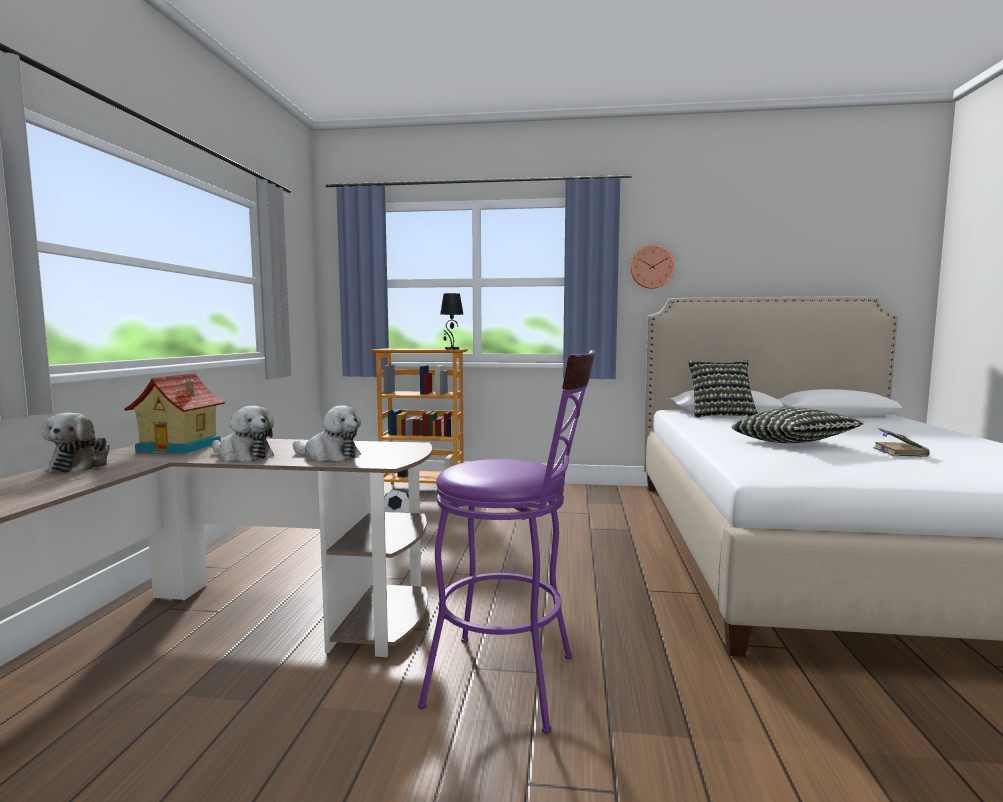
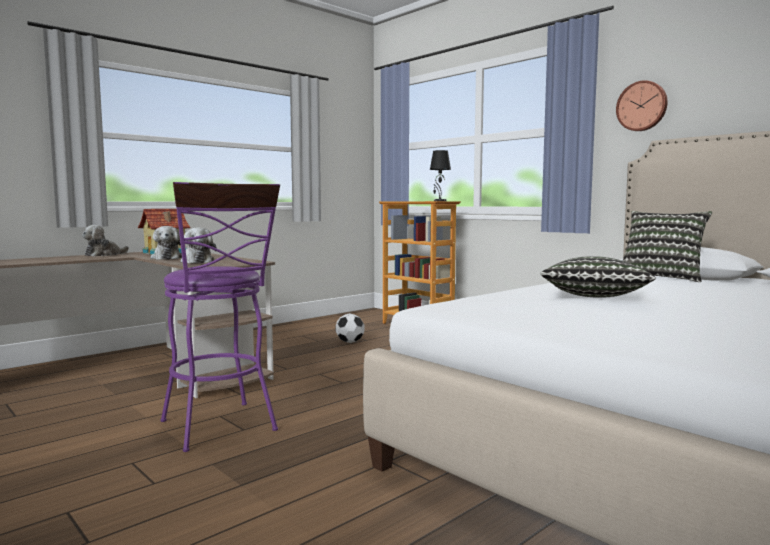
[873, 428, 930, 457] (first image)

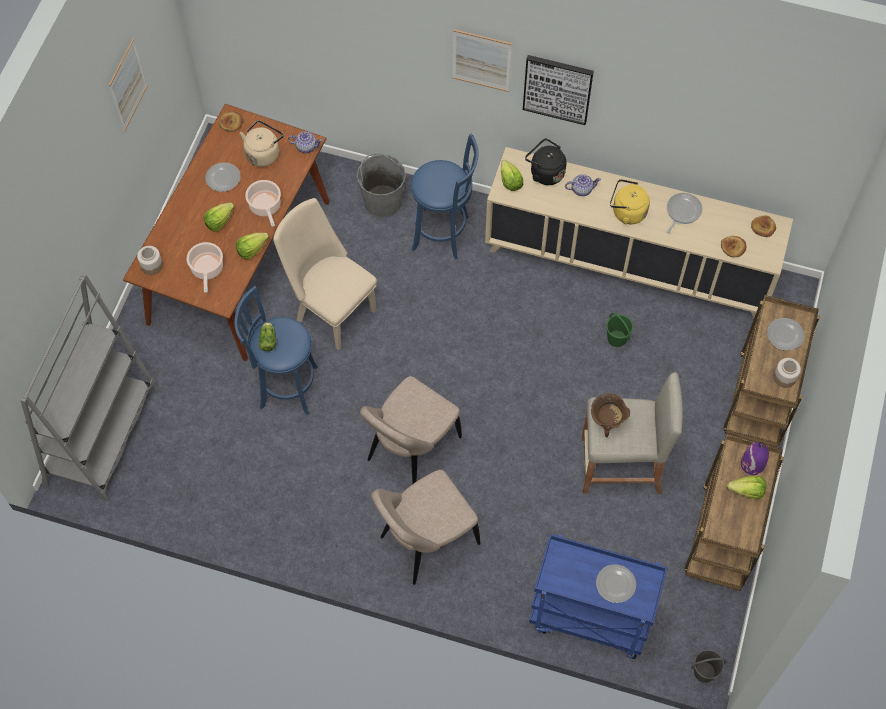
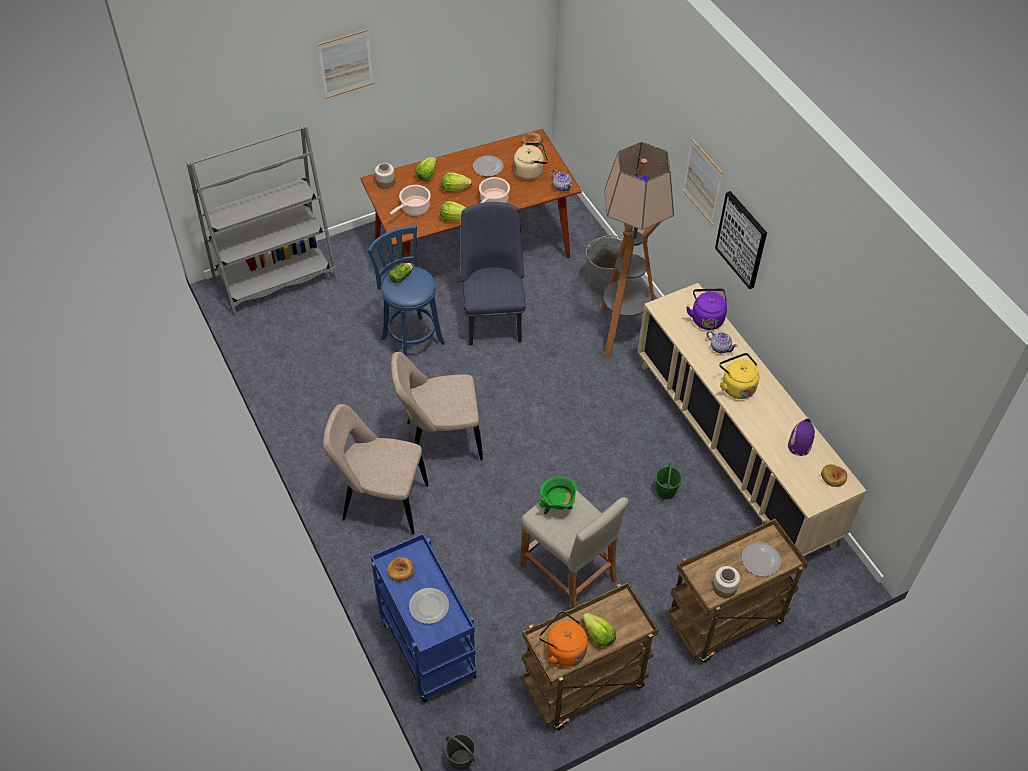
[318, 29, 374, 99]
[600, 142, 674, 358]
[686, 289, 727, 330]
[415, 157, 437, 182]
[667, 193, 702, 233] (first image)
[460, 202, 526, 345]
[387, 557, 414, 581]
[539, 476, 577, 514]
[788, 419, 815, 456]
[539, 611, 588, 667]

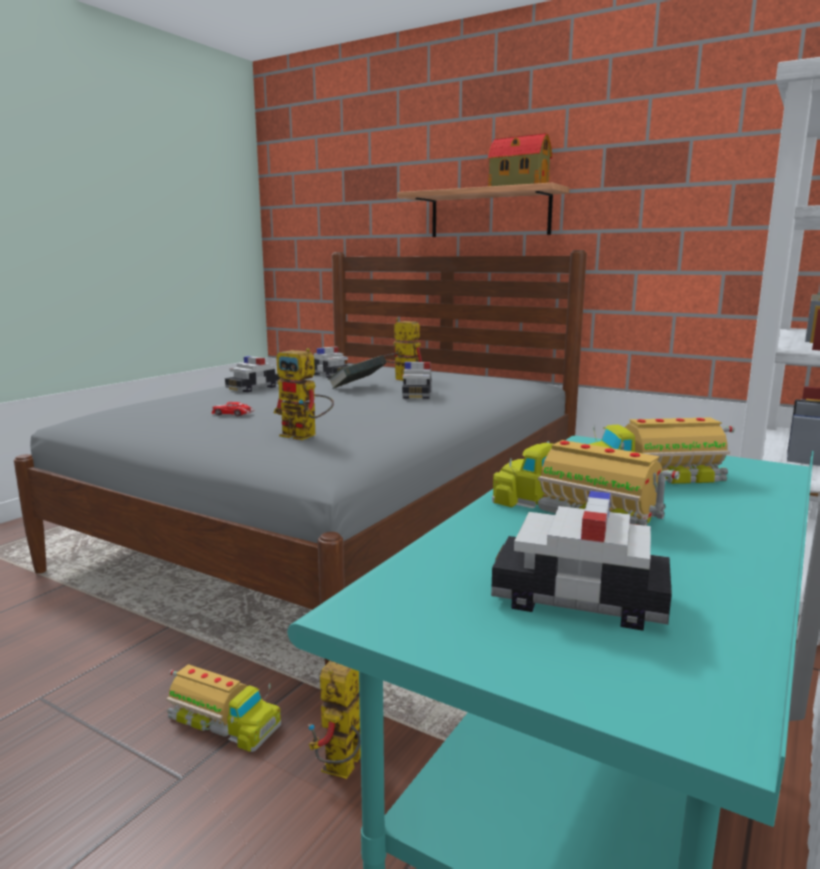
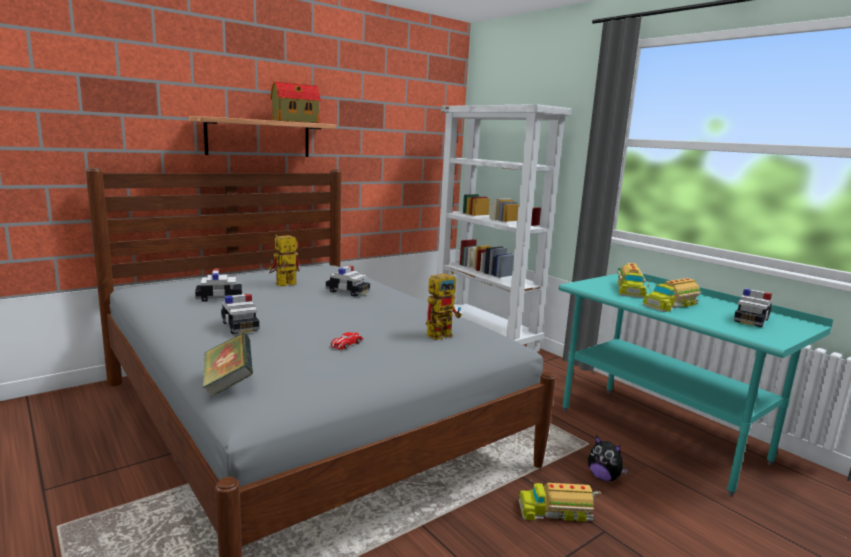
[203, 333, 253, 397]
[588, 436, 628, 481]
[519, 483, 601, 522]

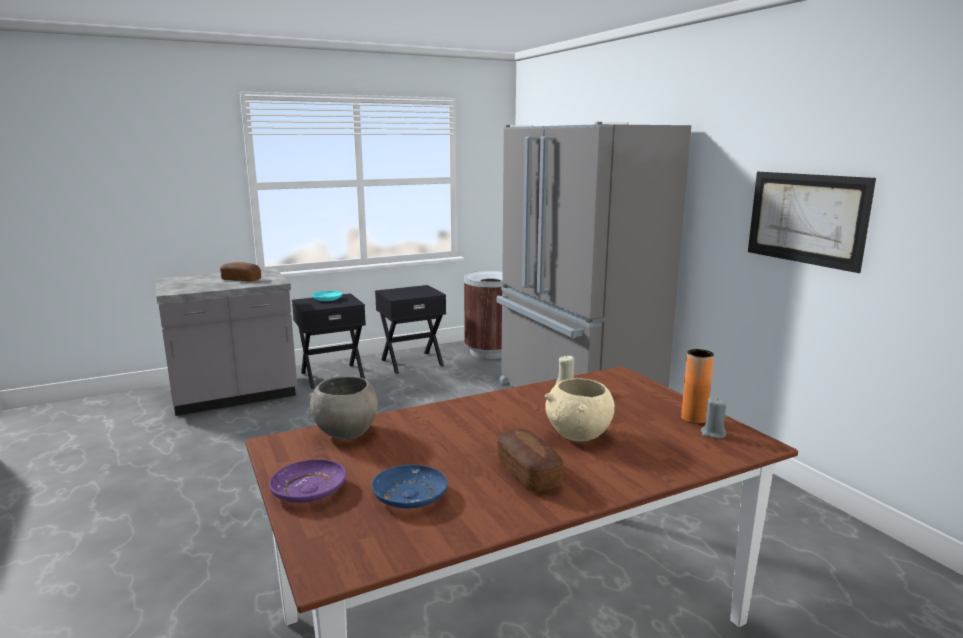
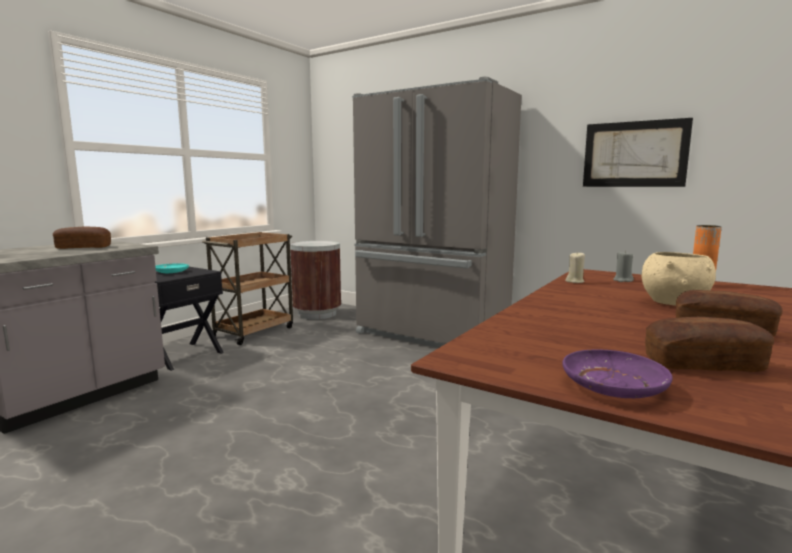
[202, 232, 293, 345]
[309, 376, 378, 440] (first image)
[613, 251, 634, 282]
[645, 317, 774, 372]

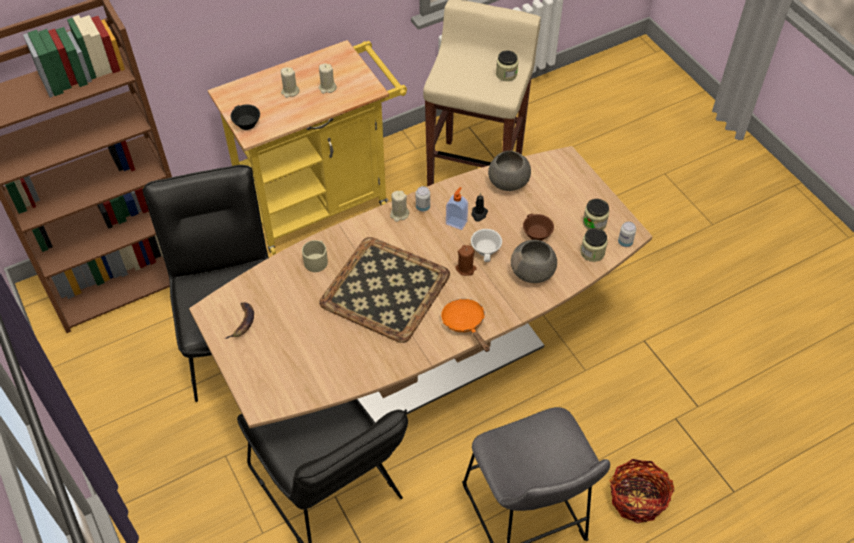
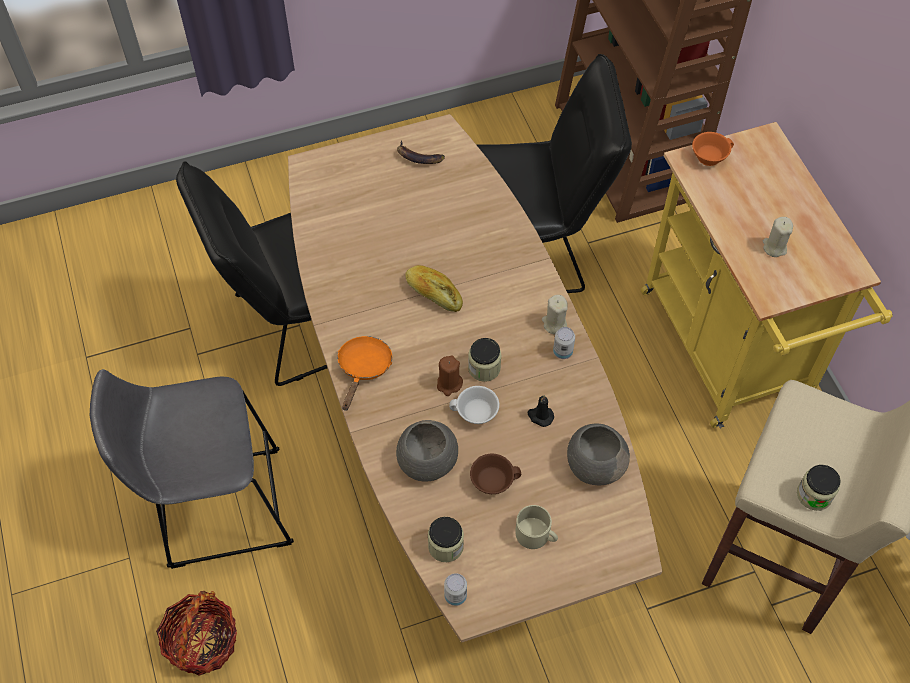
[281, 67, 299, 98] (first image)
[692, 132, 734, 166]
[446, 187, 468, 230] (first image)
[468, 338, 502, 382]
[405, 265, 463, 312]
[515, 505, 558, 549]
[338, 336, 392, 411]

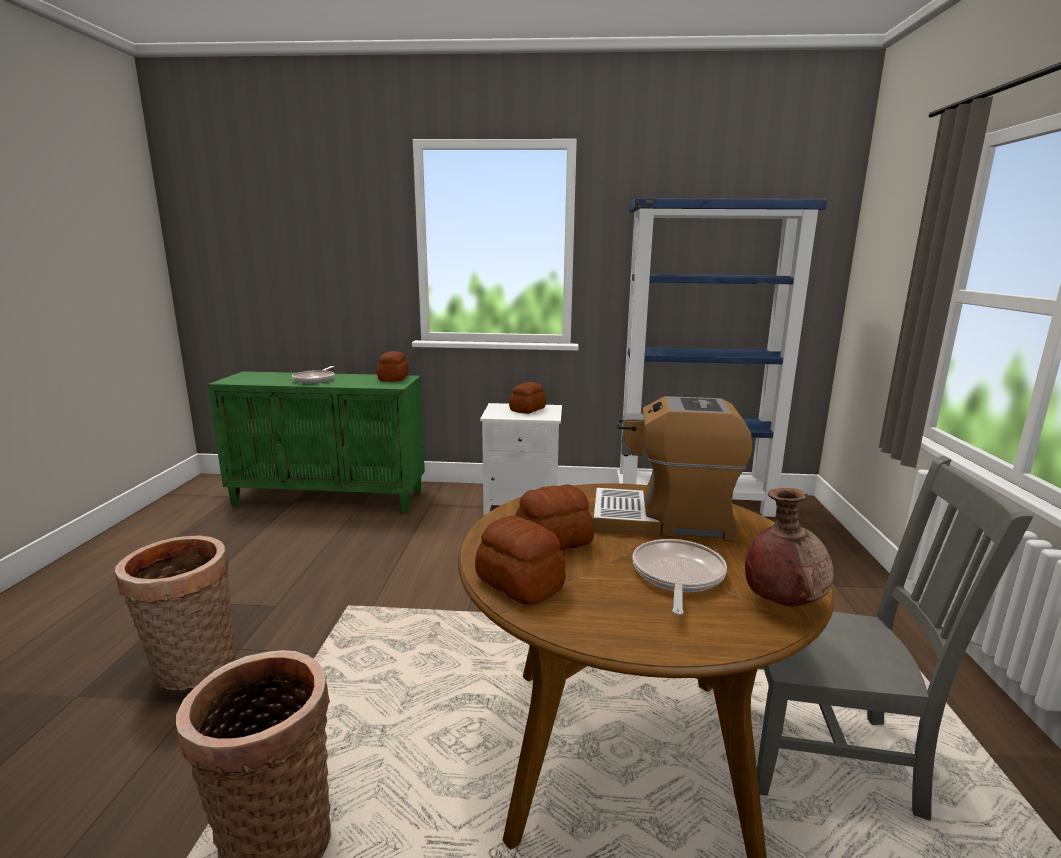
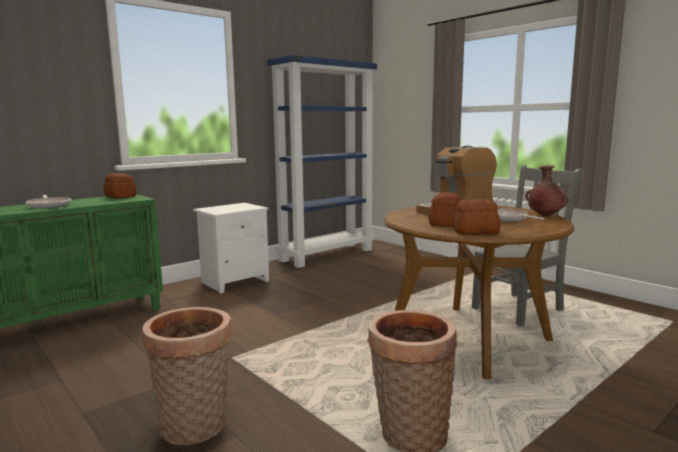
[509, 382, 546, 414] (first image)

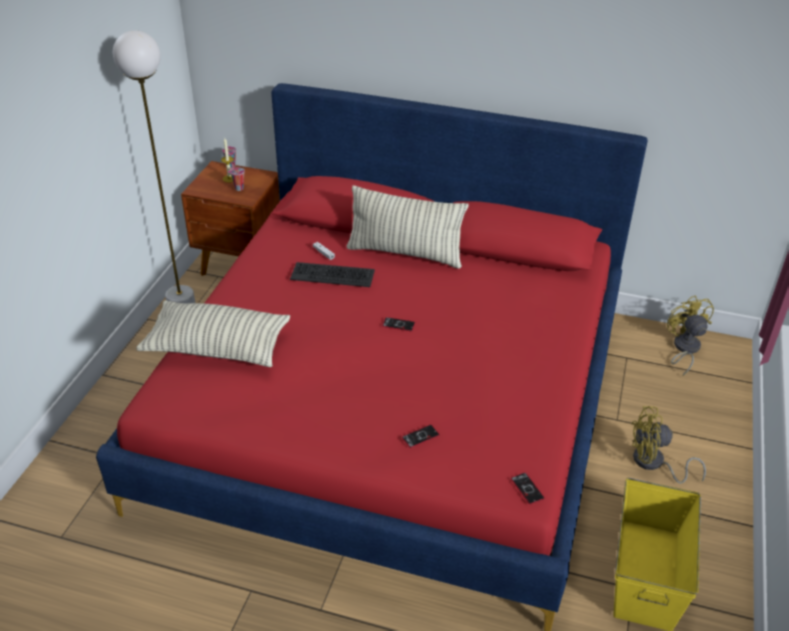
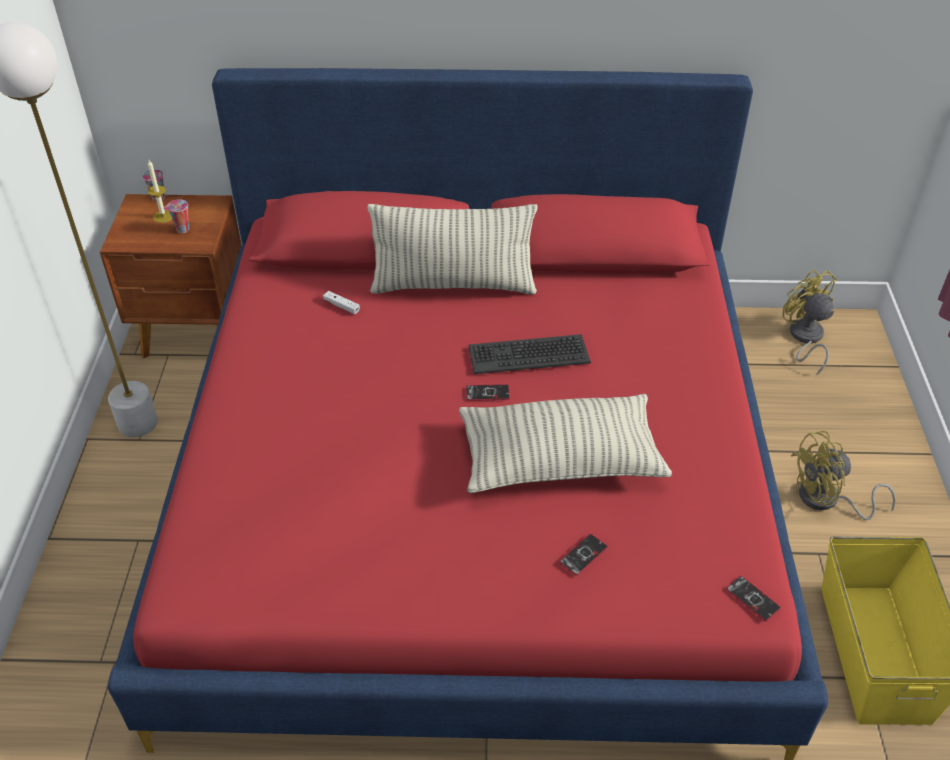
[468, 334, 591, 374]
[459, 394, 672, 493]

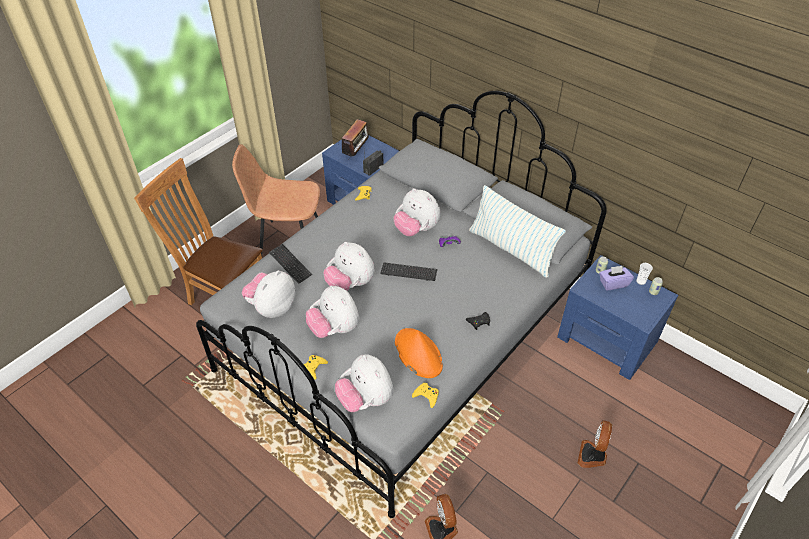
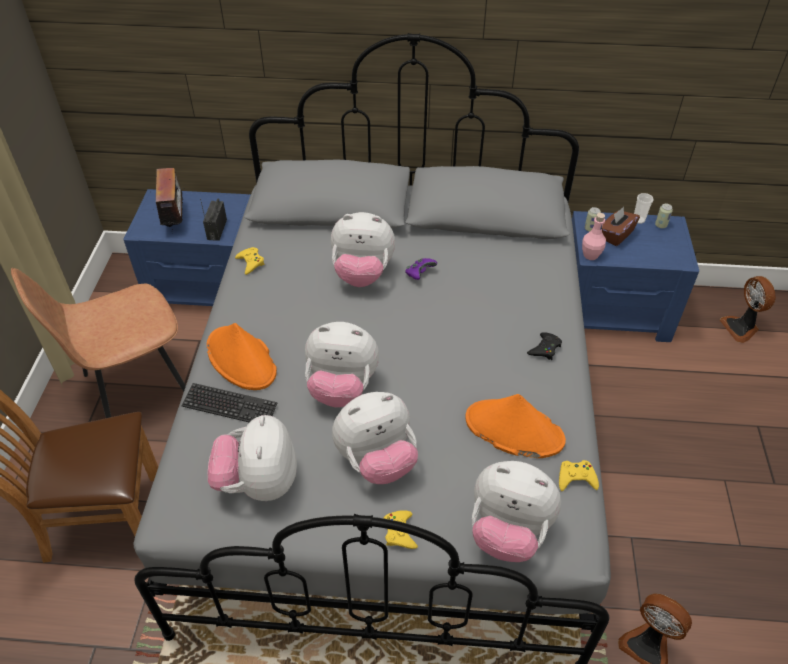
[469, 185, 566, 278] (first image)
[380, 262, 437, 281] (first image)
[602, 207, 640, 246]
[332, 392, 418, 484]
[720, 276, 776, 343]
[582, 213, 606, 260]
[207, 323, 277, 390]

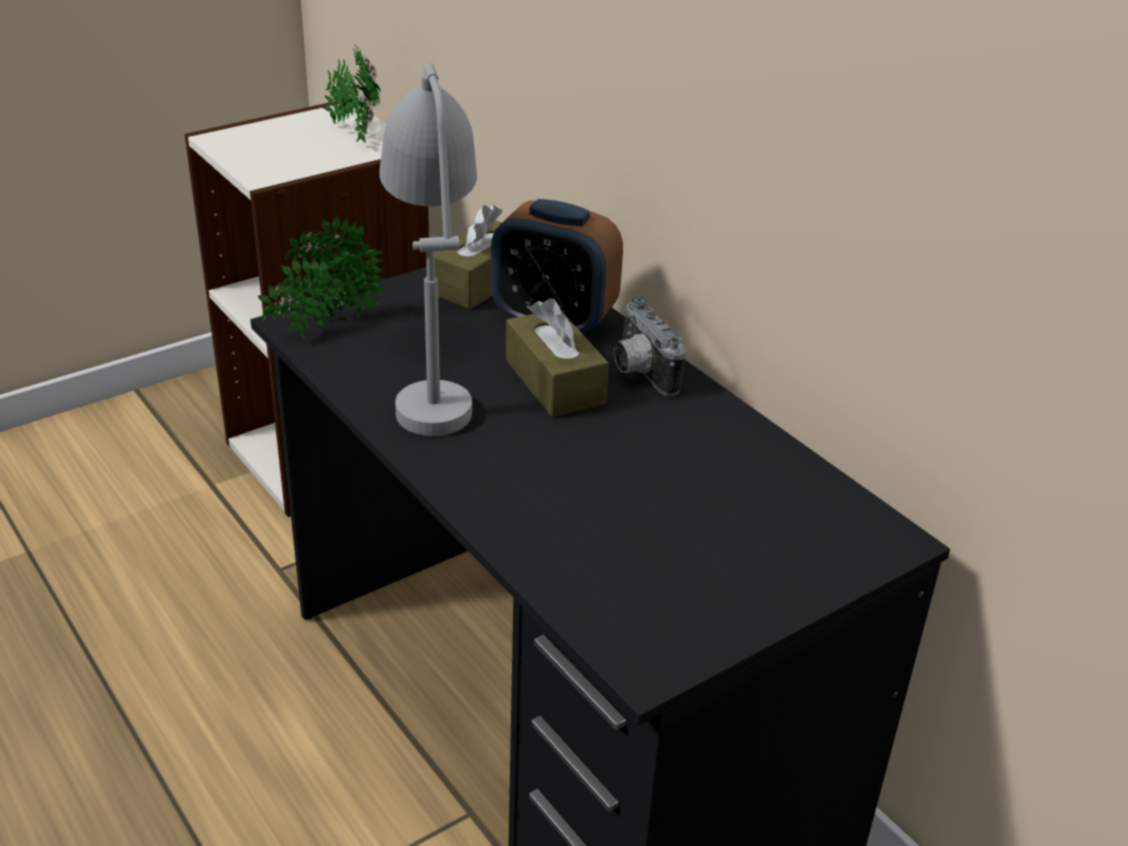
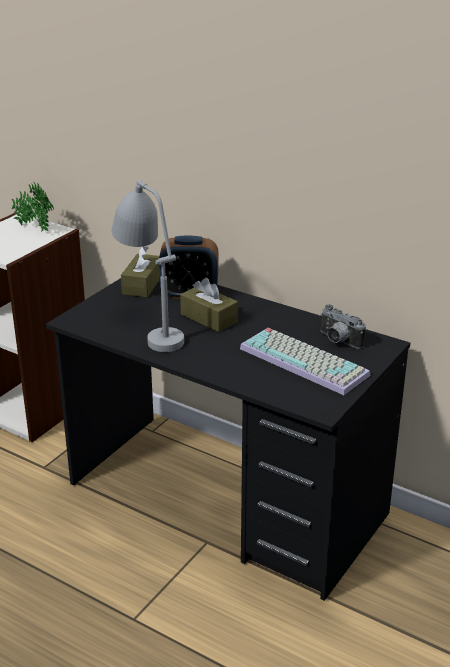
[258, 215, 385, 338] (first image)
[320, 304, 366, 349]
[240, 328, 370, 395]

